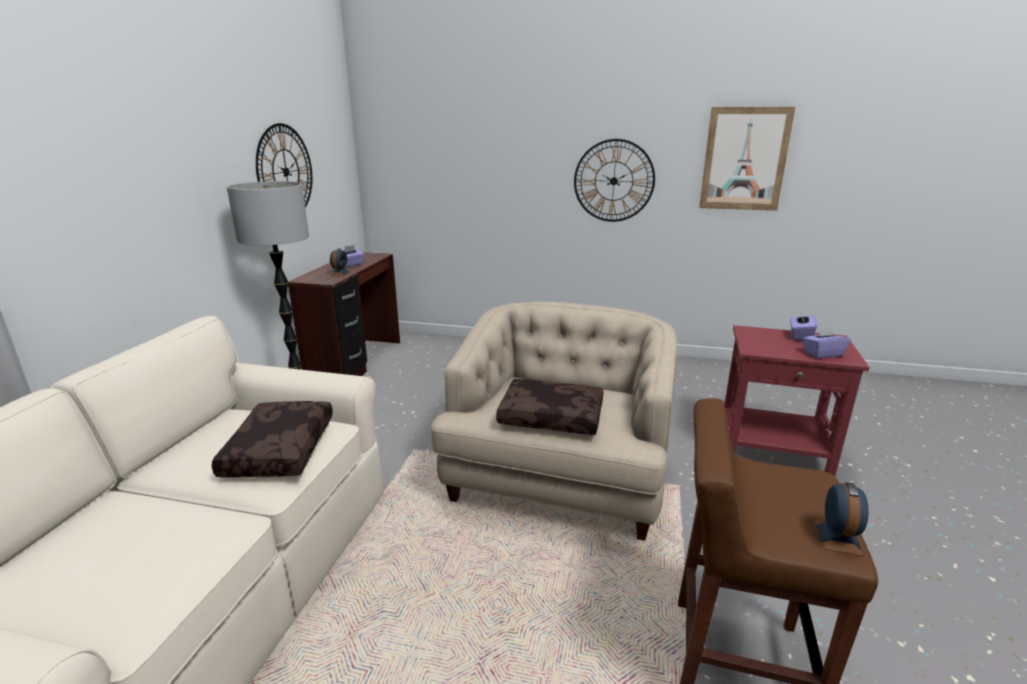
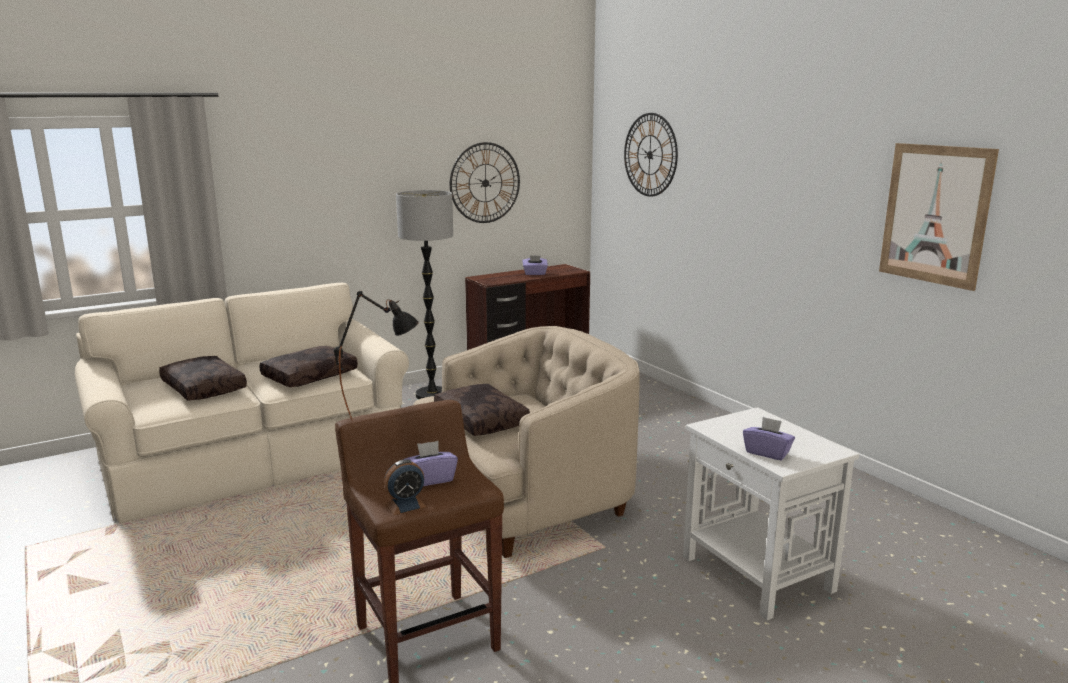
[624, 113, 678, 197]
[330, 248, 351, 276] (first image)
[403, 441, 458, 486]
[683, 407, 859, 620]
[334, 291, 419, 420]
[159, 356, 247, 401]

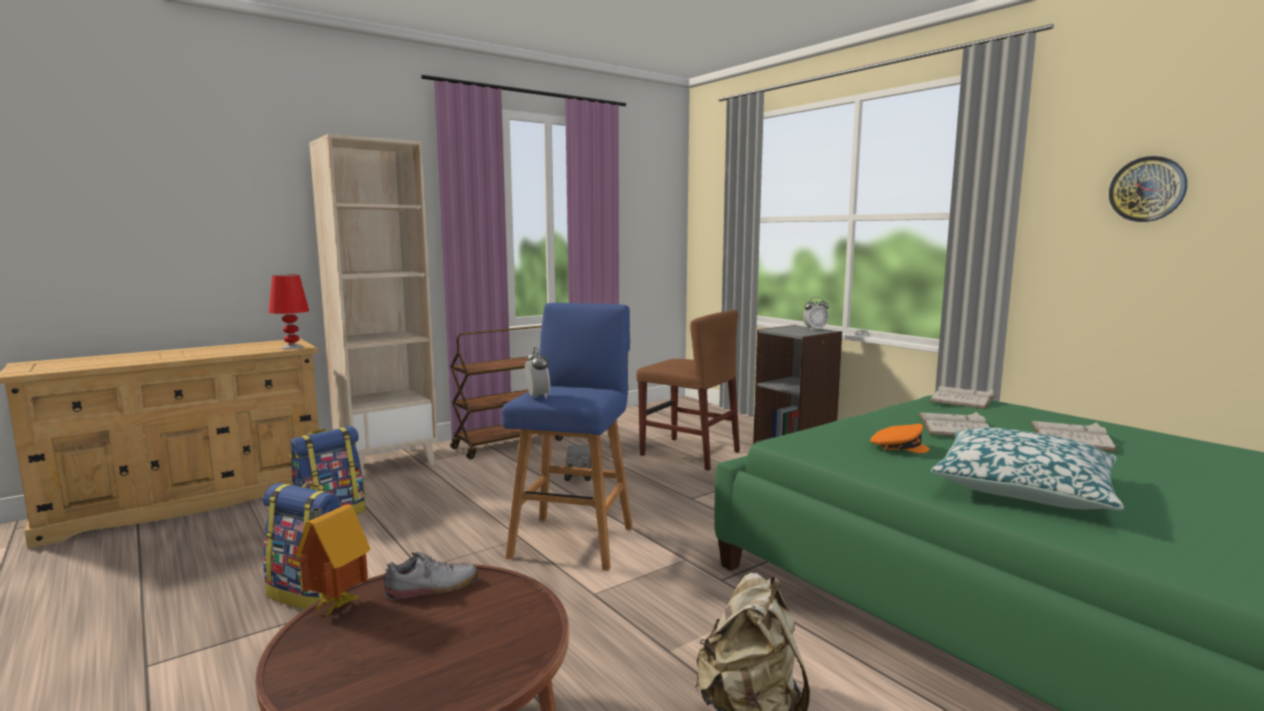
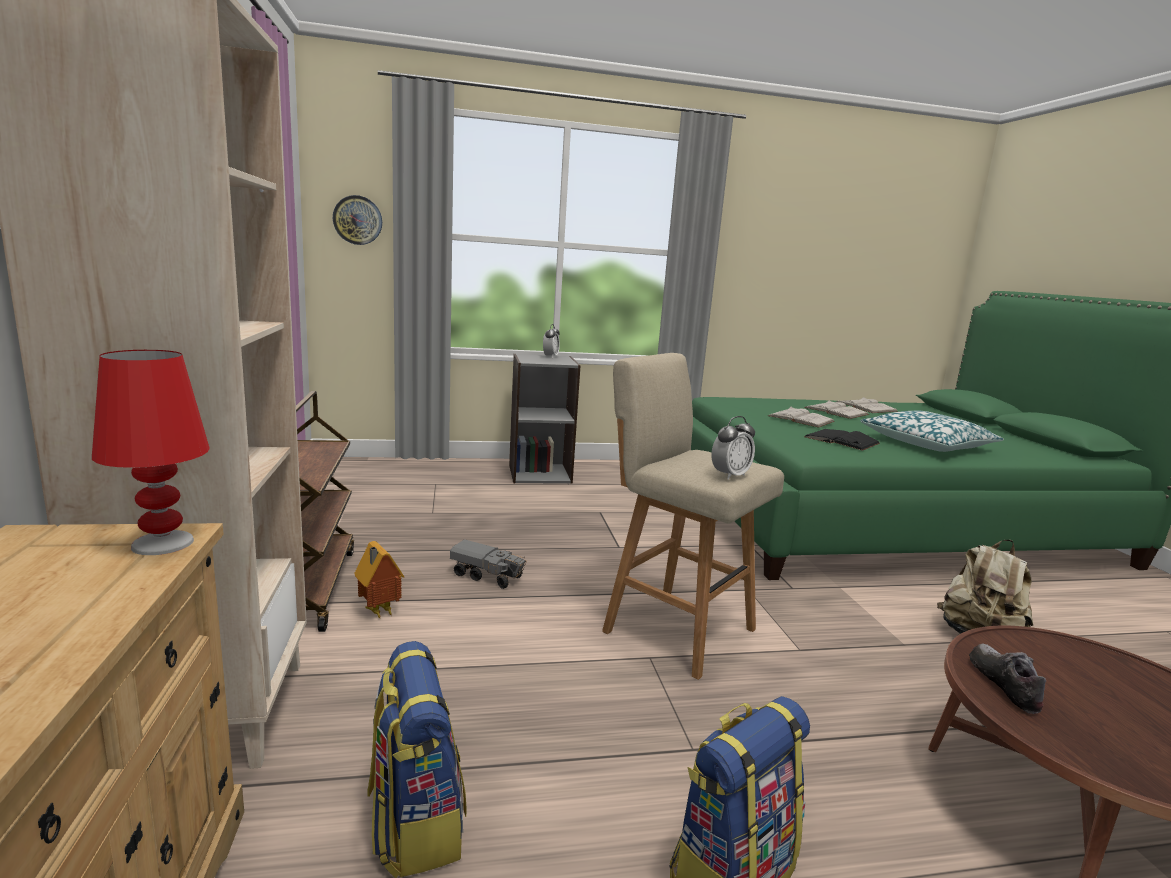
[333, 195, 382, 245]
[602, 353, 784, 680]
[636, 310, 740, 471] (first image)
[711, 416, 755, 480]
[836, 397, 898, 413]
[804, 429, 880, 451]
[354, 541, 404, 618]

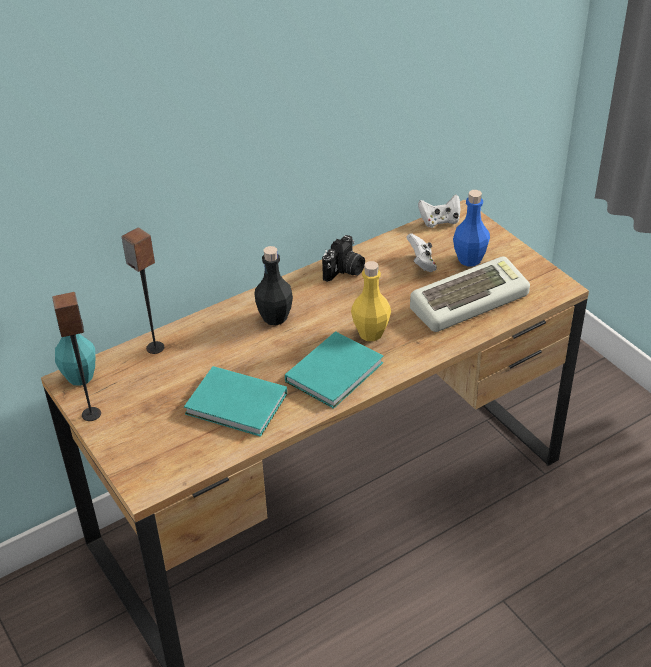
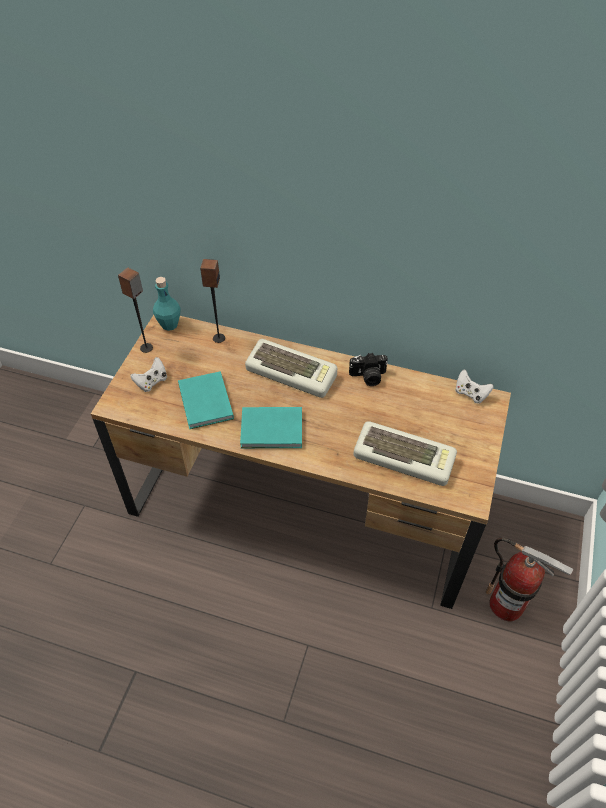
[453, 190, 490, 267] (first image)
[130, 357, 167, 392]
[245, 339, 337, 398]
[351, 261, 391, 341] (first image)
[486, 537, 574, 621]

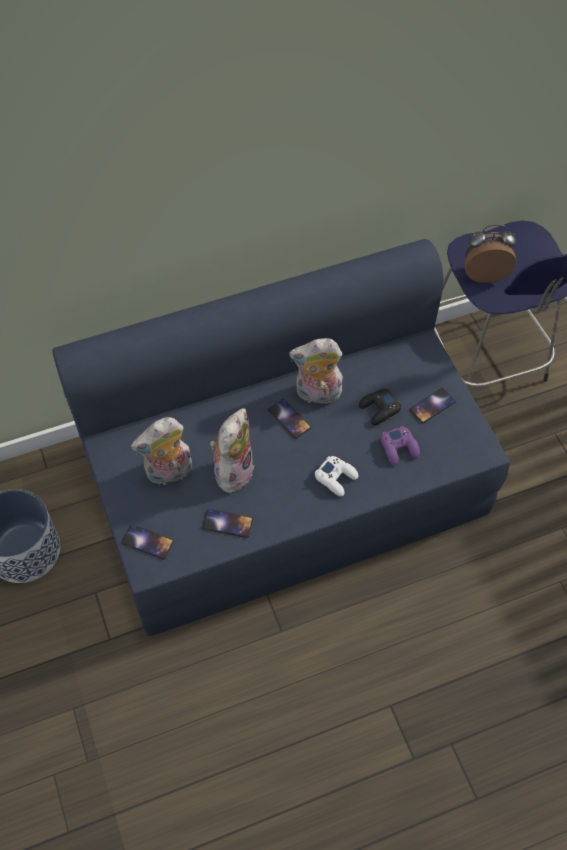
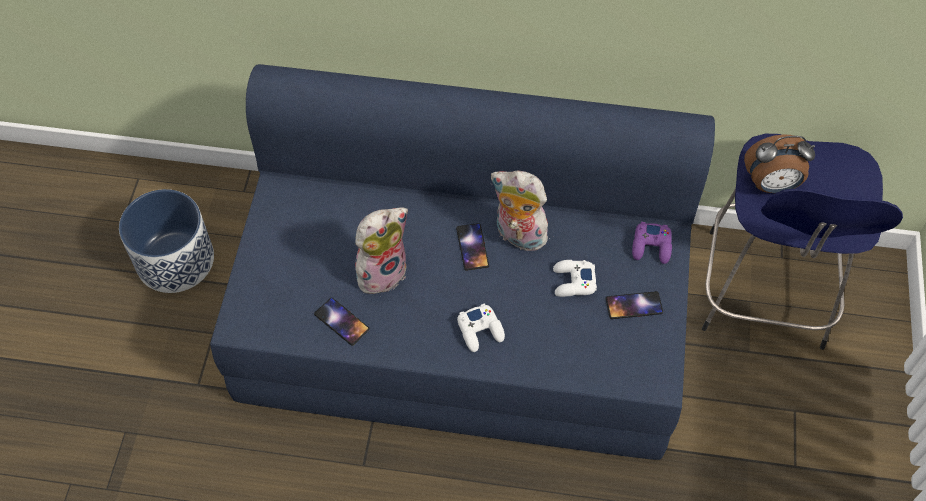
[744, 134, 815, 193]
[553, 260, 597, 297]
[131, 417, 192, 485] (first image)
[632, 222, 672, 264]
[121, 524, 174, 560] (first image)

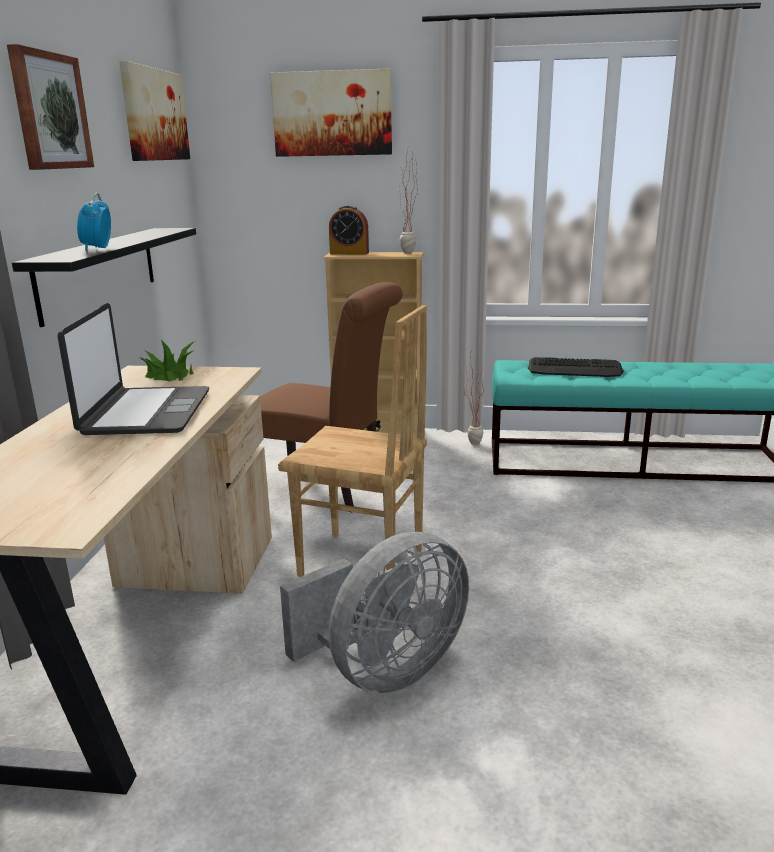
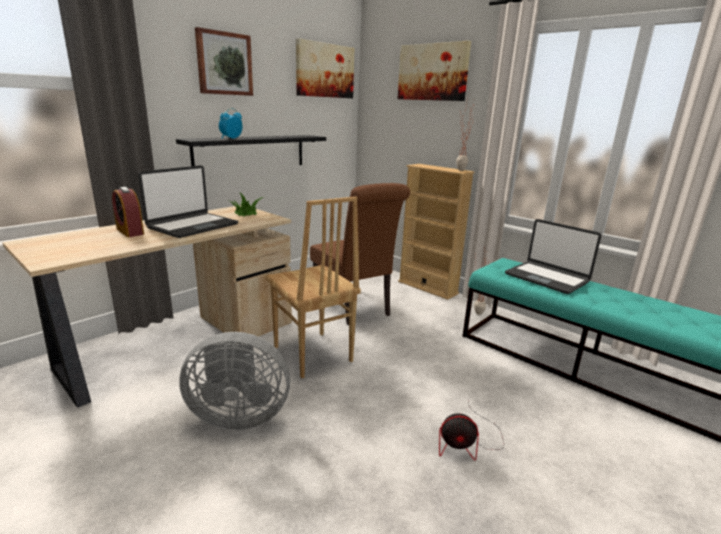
[112, 187, 144, 237]
[505, 219, 601, 294]
[439, 402, 505, 461]

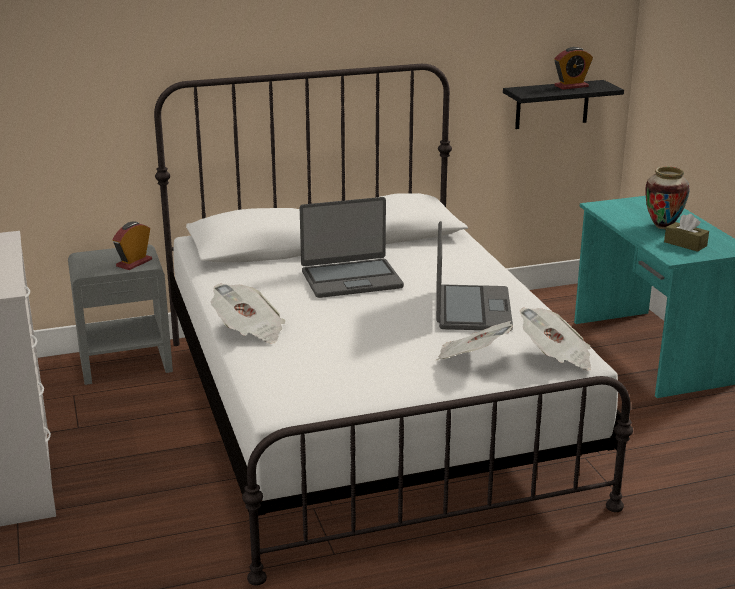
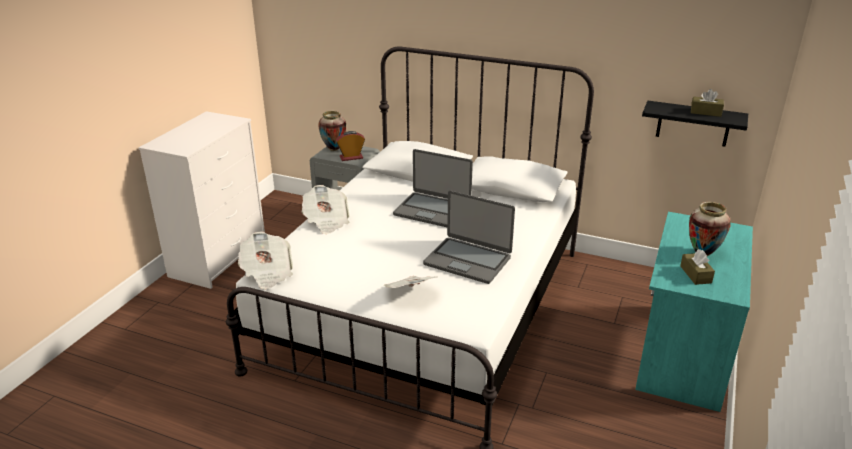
[691, 89, 724, 117]
[423, 191, 515, 284]
[238, 231, 293, 290]
[318, 111, 346, 151]

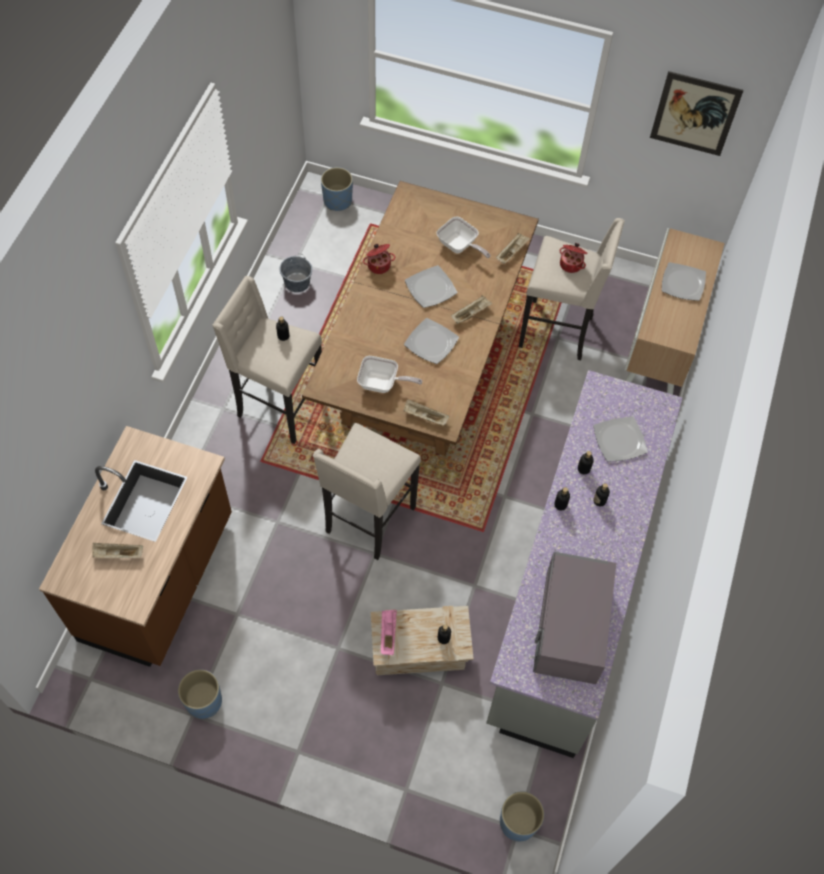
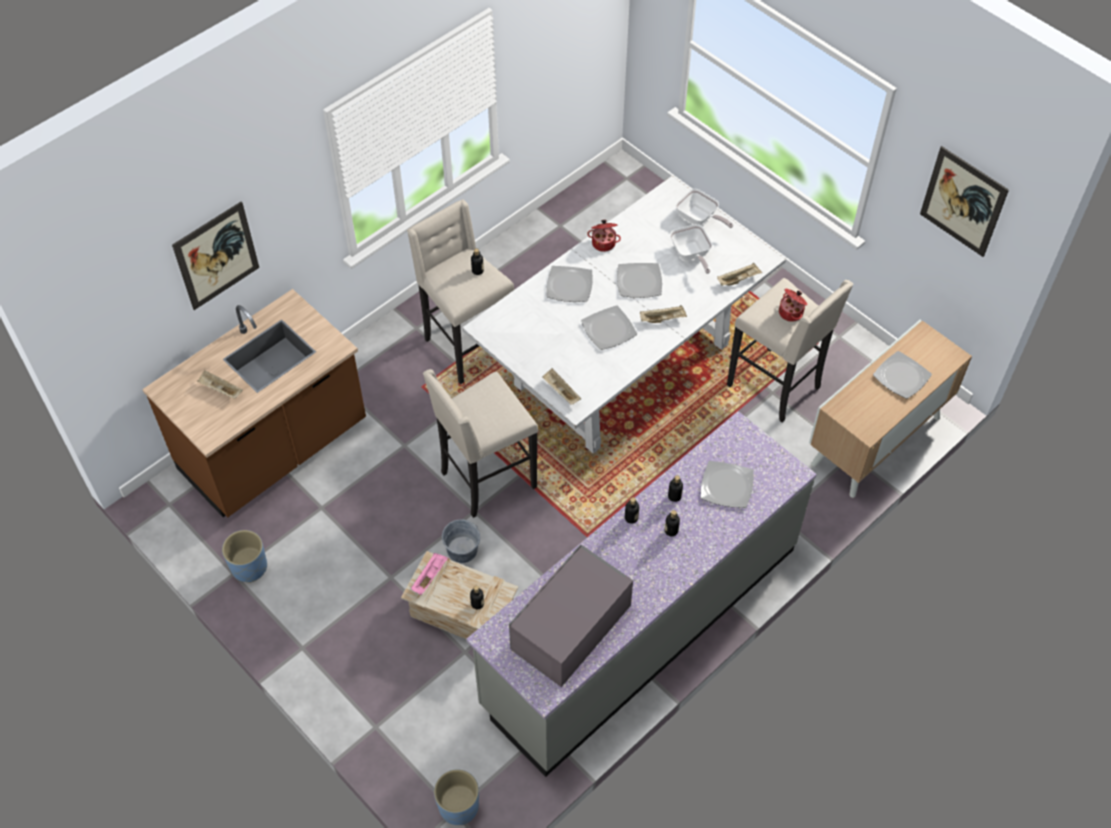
[321, 167, 353, 211] (first image)
[462, 176, 786, 454]
[442, 519, 480, 563]
[676, 189, 733, 228]
[172, 202, 259, 310]
[546, 266, 593, 302]

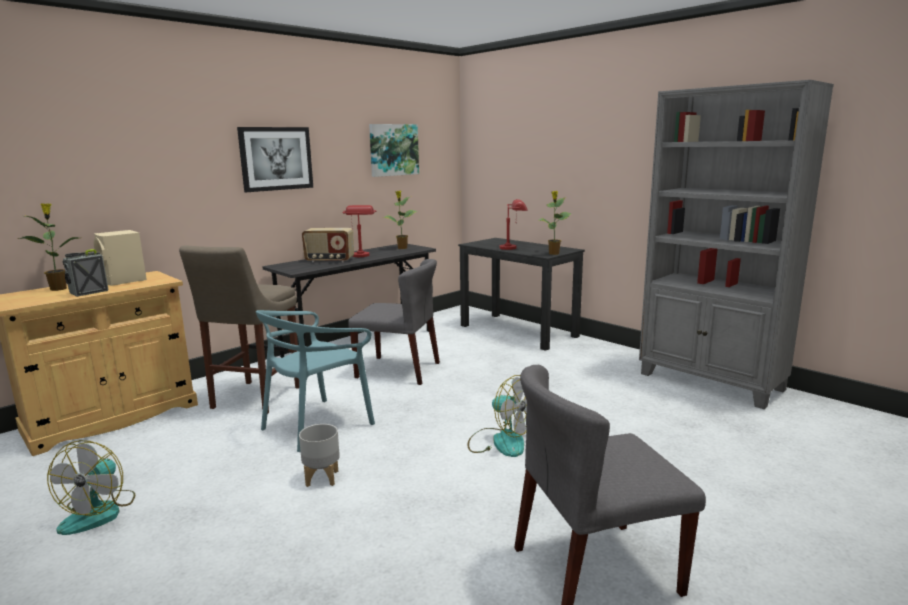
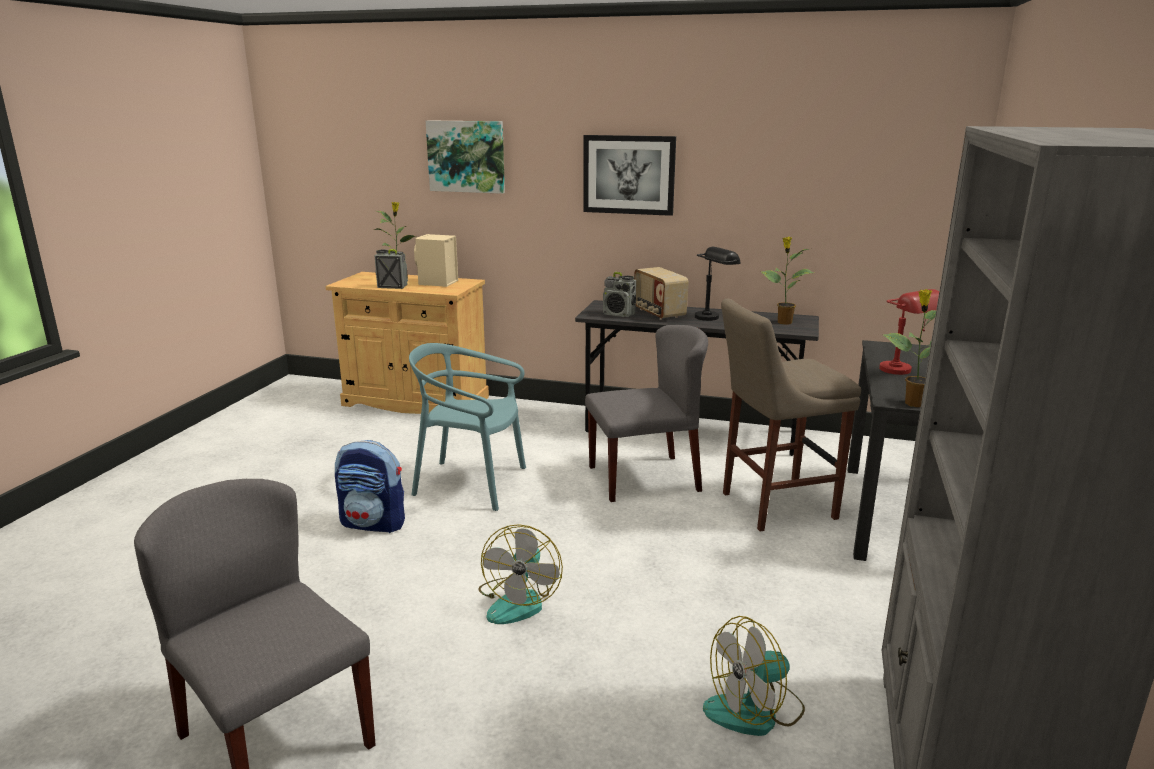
[426, 120, 505, 194]
[695, 247, 741, 321]
[721, 299, 861, 531]
[585, 325, 708, 502]
[335, 440, 405, 533]
[703, 616, 805, 736]
[603, 272, 636, 317]

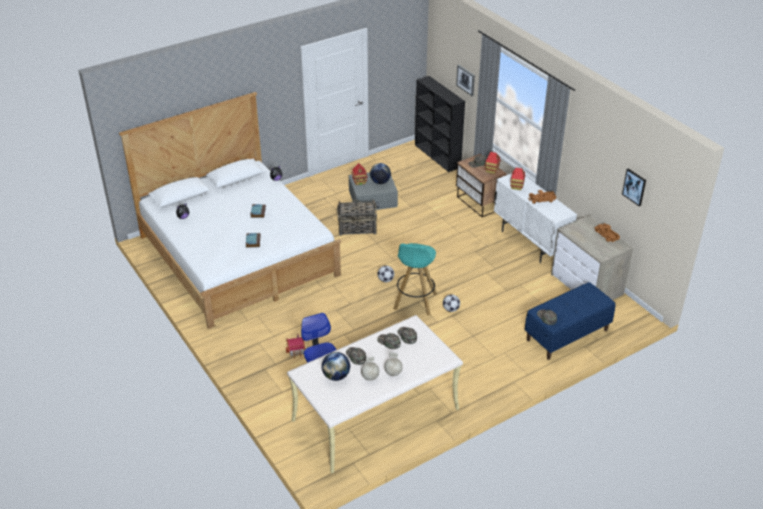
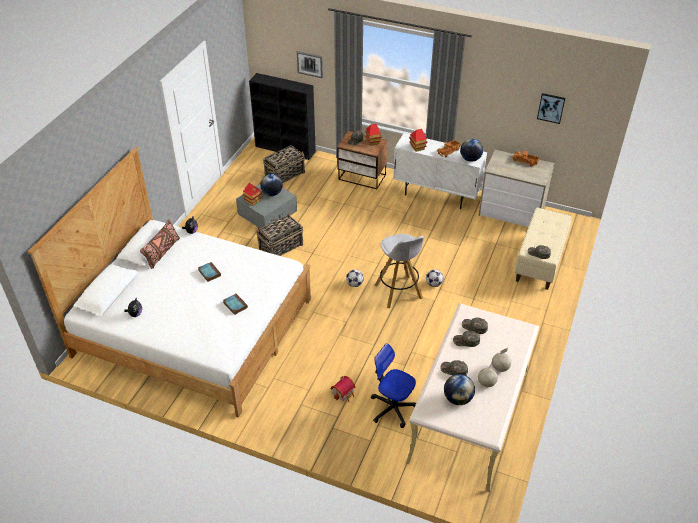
[375, 234, 424, 308]
[514, 208, 572, 290]
[460, 139, 483, 162]
[263, 145, 305, 183]
[140, 219, 180, 269]

